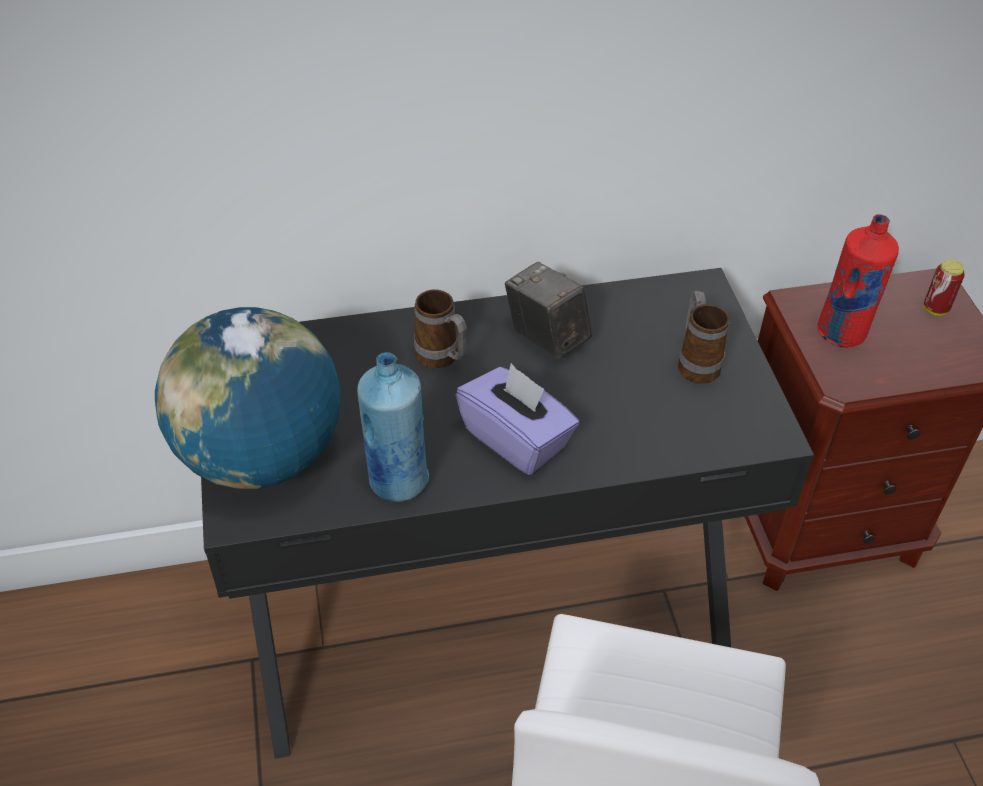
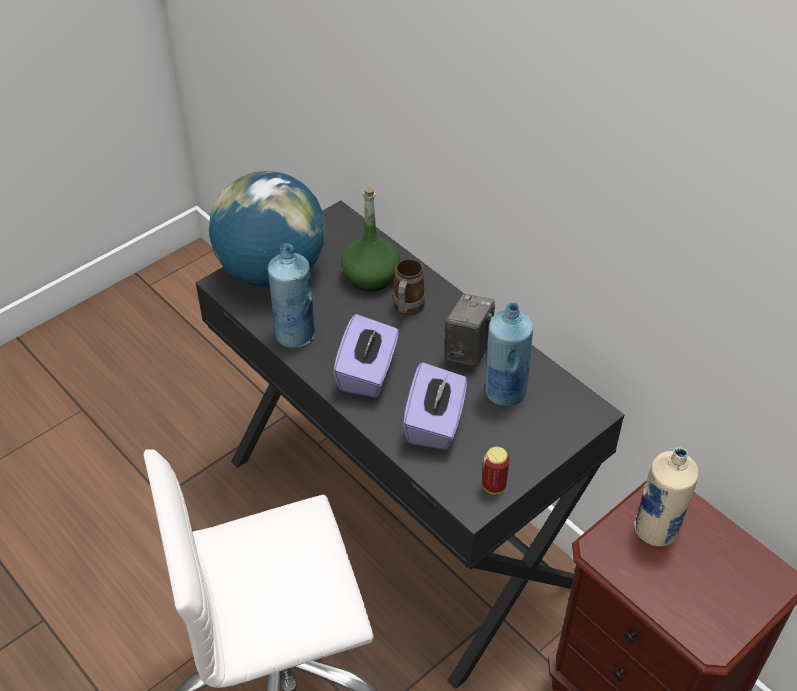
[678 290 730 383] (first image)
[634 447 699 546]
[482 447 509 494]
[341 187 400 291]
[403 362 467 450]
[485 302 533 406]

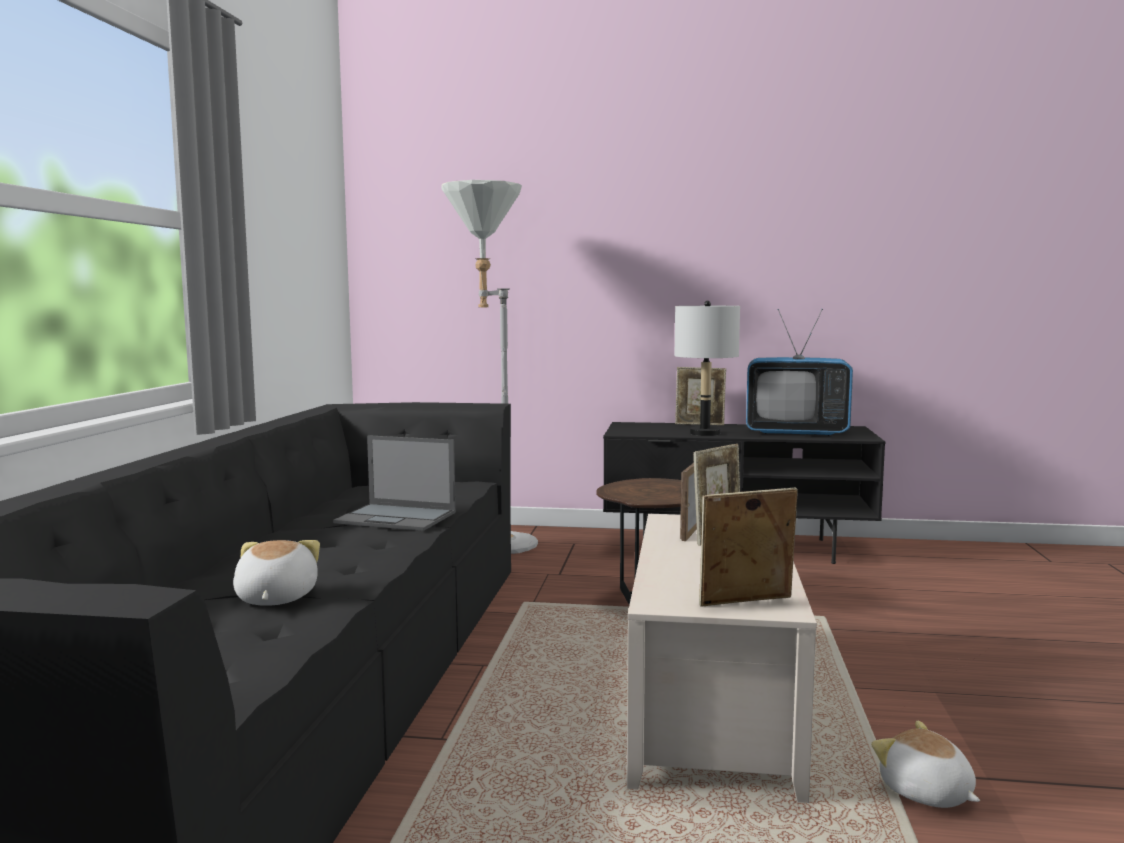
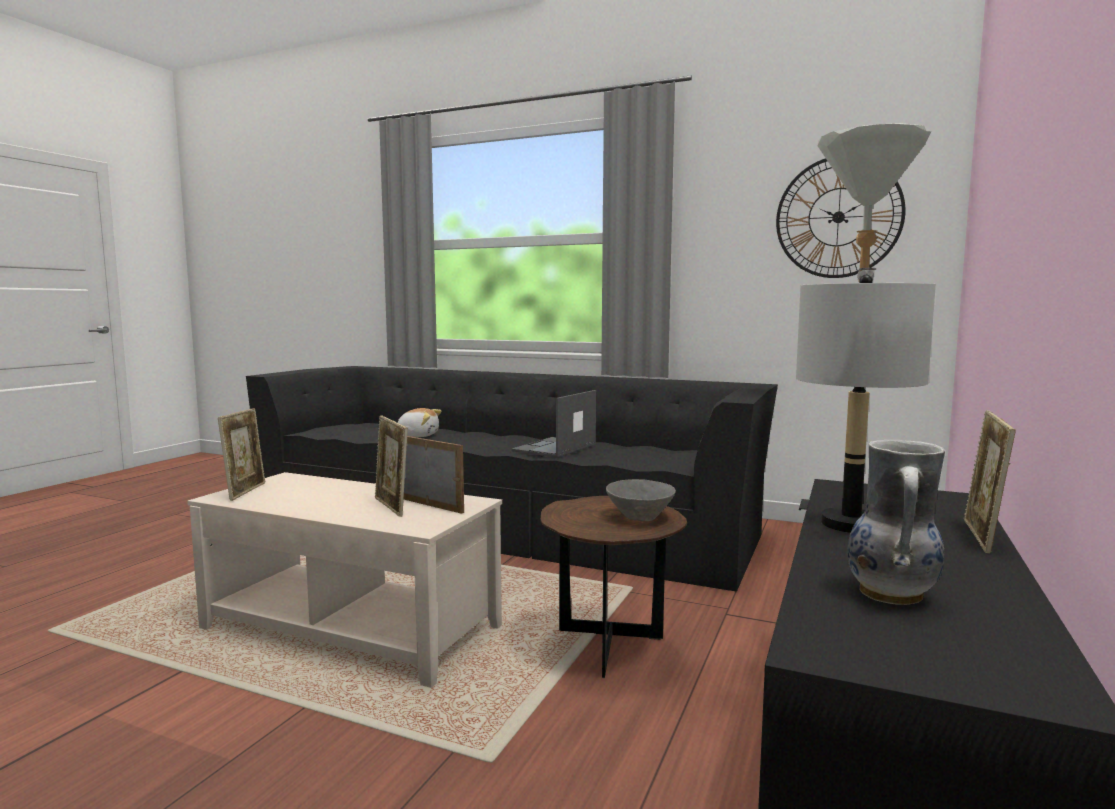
[847 440 945 605]
[871 721 980 808] (first image)
[606 479 676 521]
[776 158 906 278]

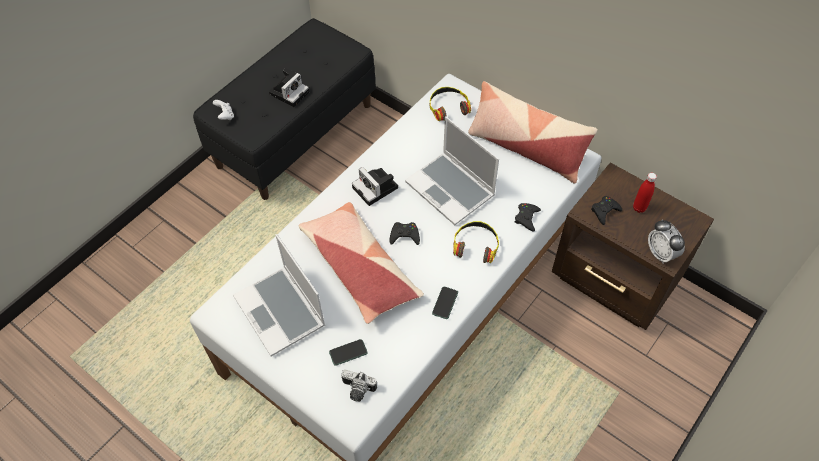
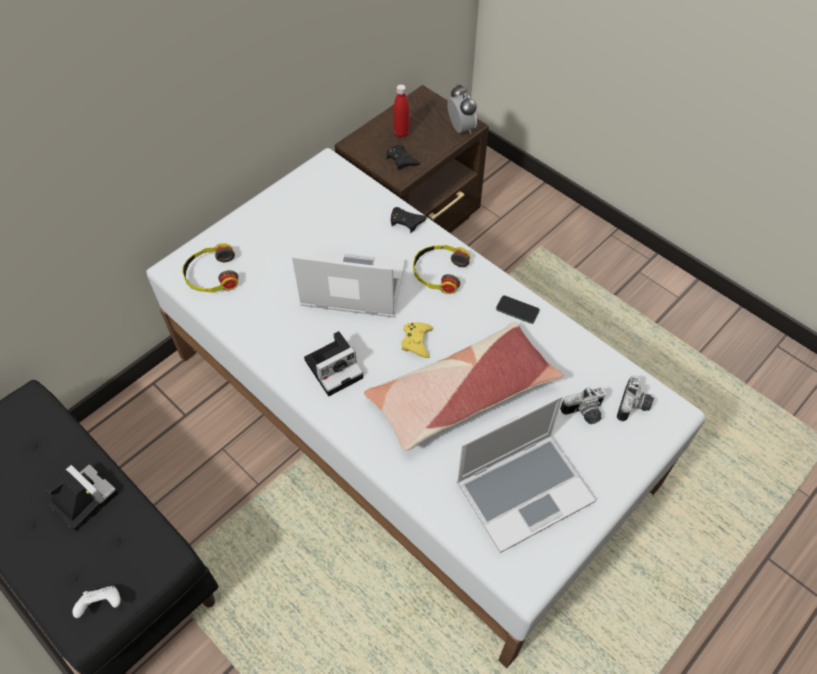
[560 387 606 424]
[401 323 433 358]
[292 249 405 317]
[468 81 598 183] (first image)
[447 85 477 134]

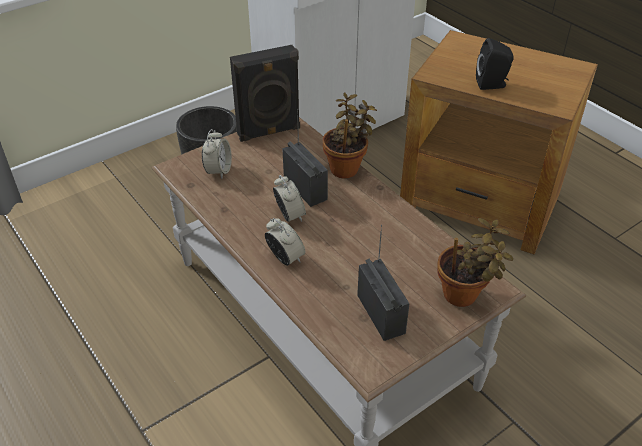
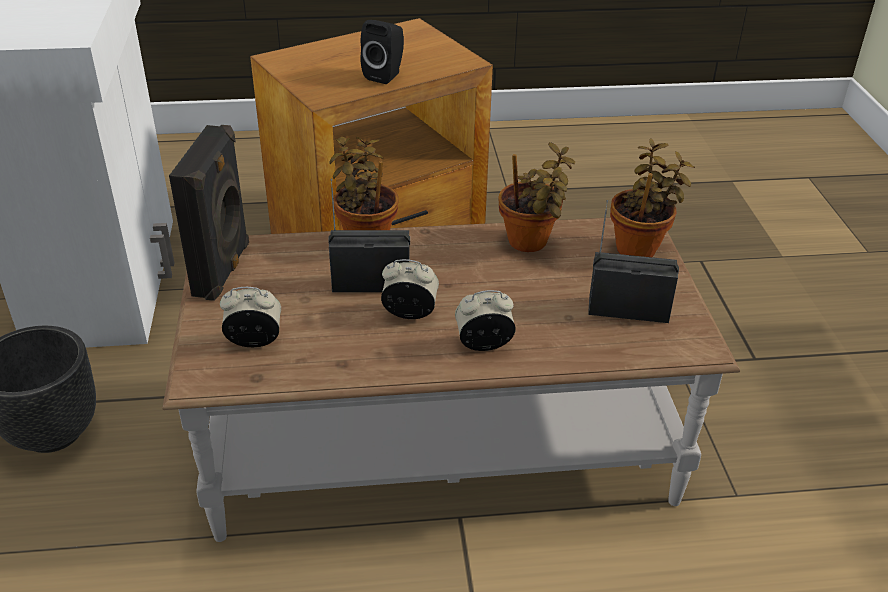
[220 287 281 347]
[498 142 575 252]

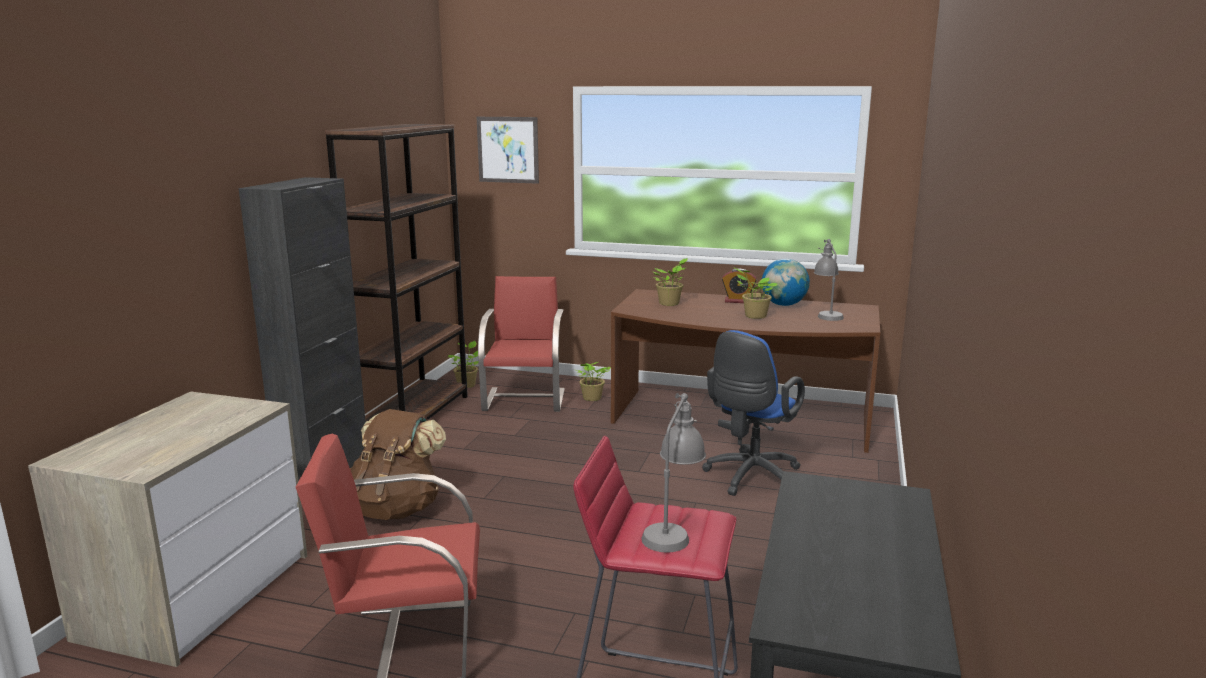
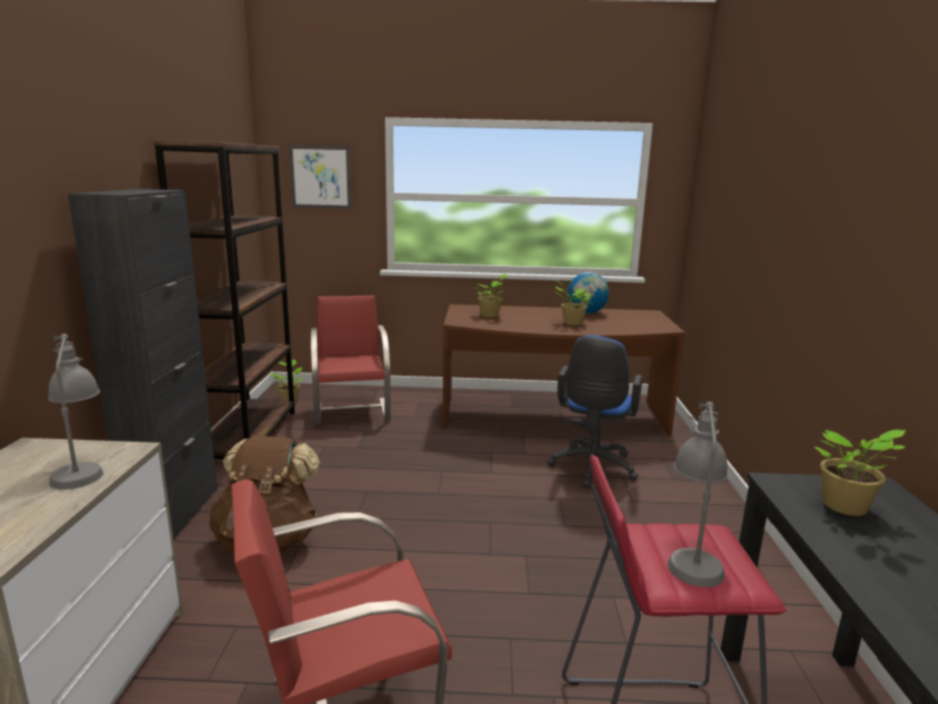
[814 429 906 516]
[722 269 757 303] (first image)
[48 334 104 490]

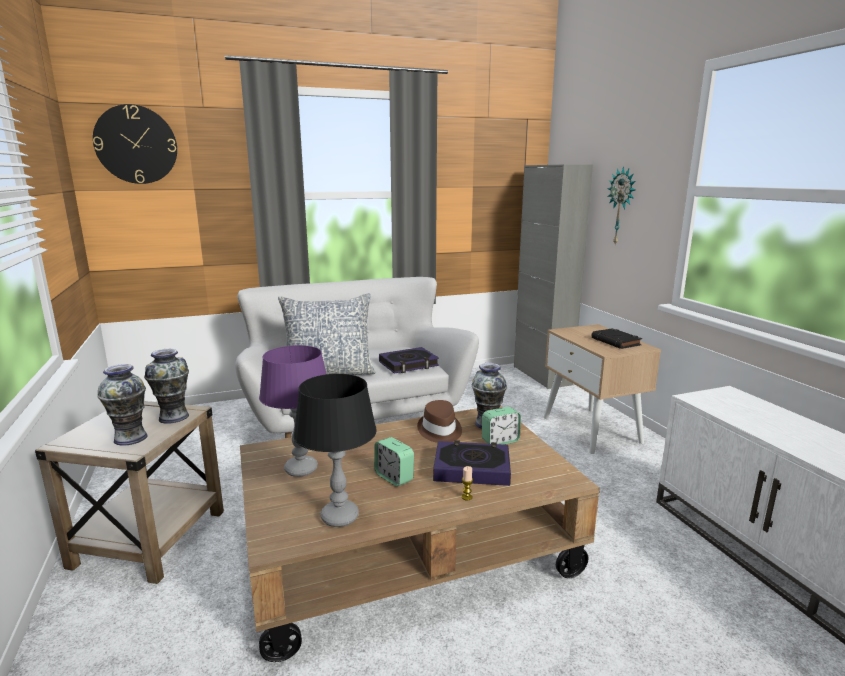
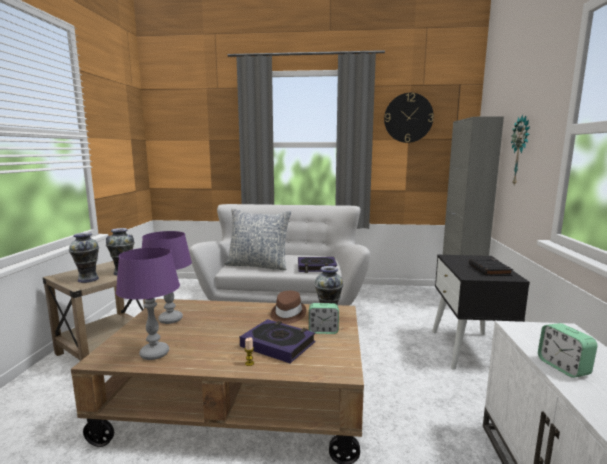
[384 93 434 143]
[116 247 180 360]
[538 323 598 378]
[432 255 530 370]

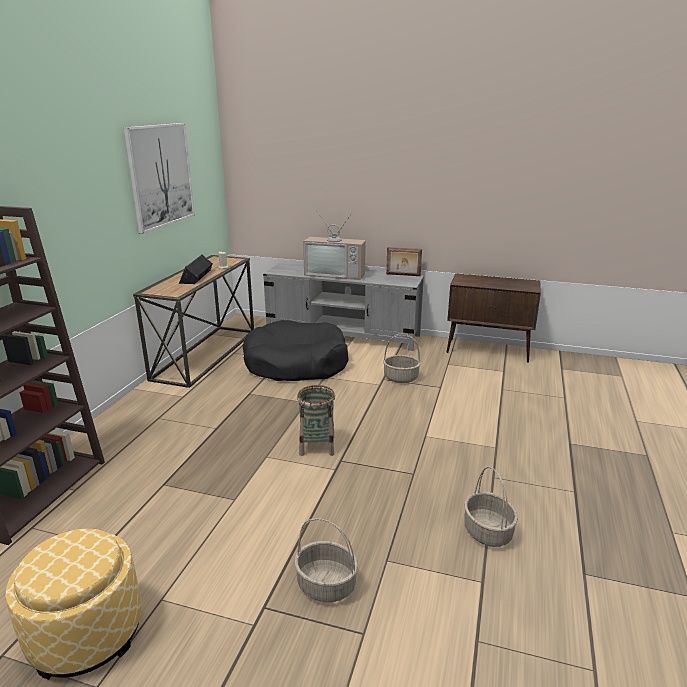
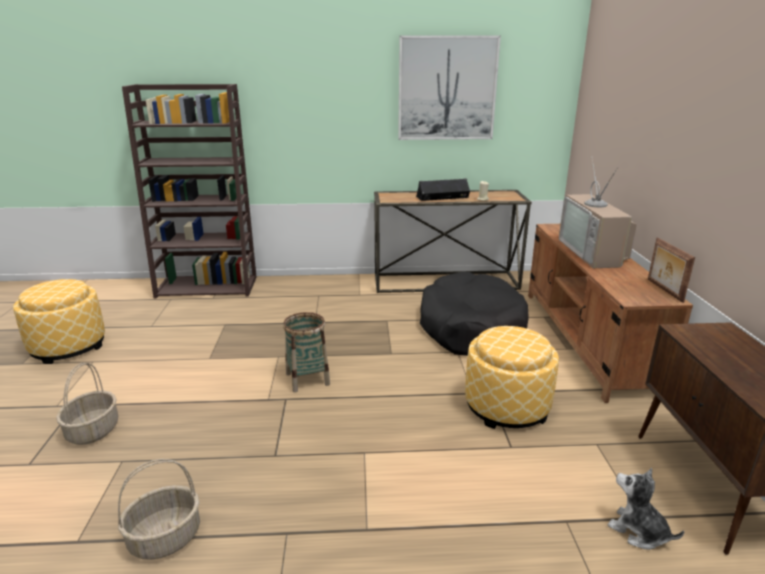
[528 224 693 403]
[465 326 559 429]
[608 468 684 550]

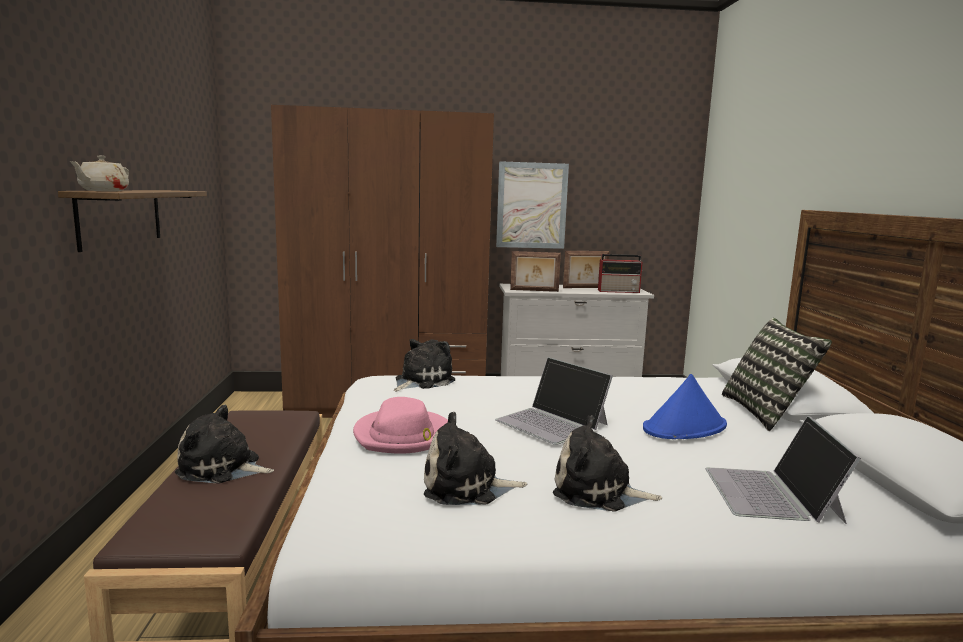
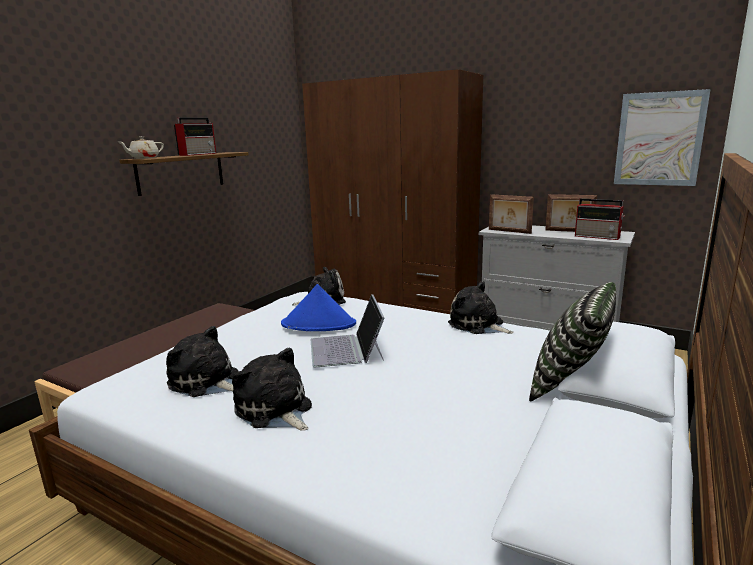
[448 281 514 334]
[353 397 448 454] (first image)
[614 89 711 186]
[281 284 356 331]
[706 416 861 524] (first image)
[174 118 216 156]

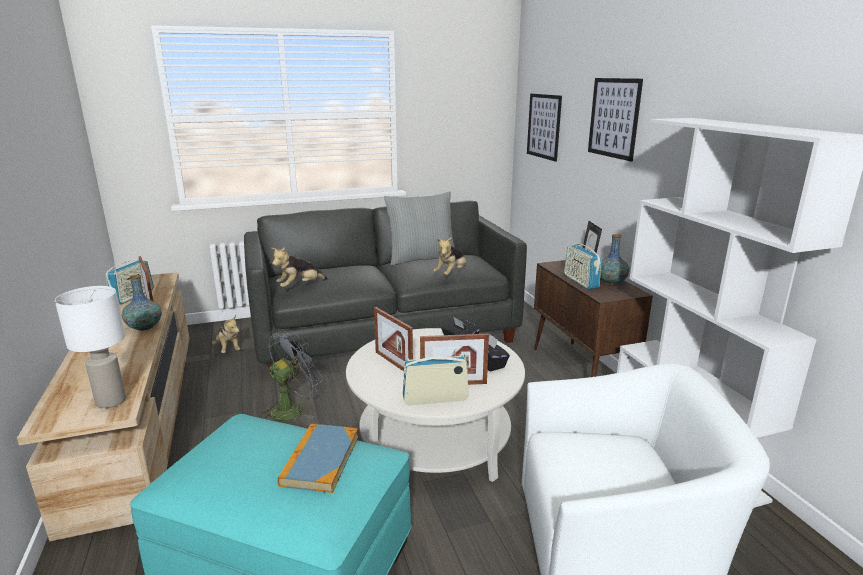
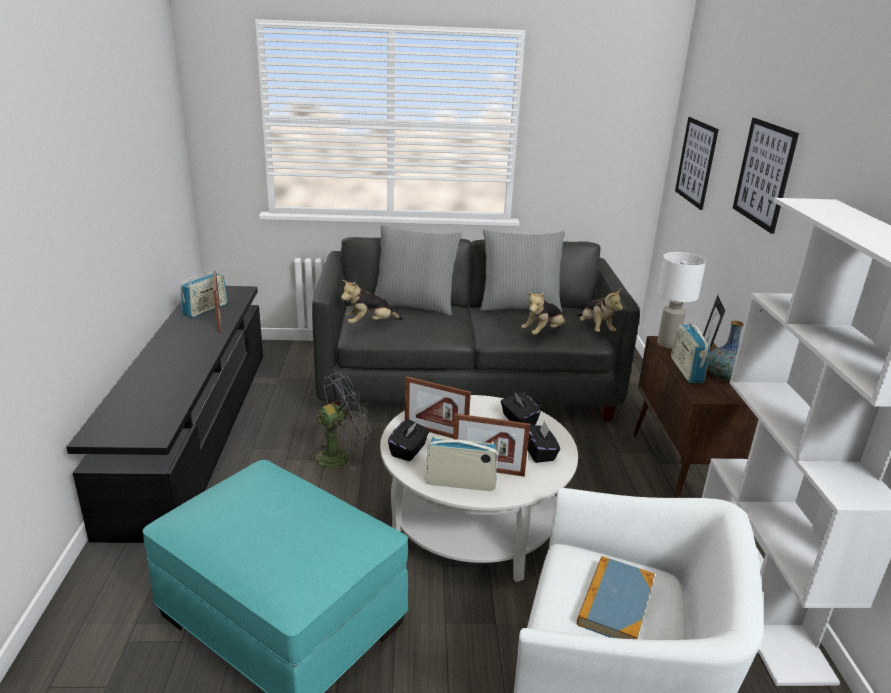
[66 286 263 543]
[657 252 706 349]
[122 275 161 331] (first image)
[577 289 623 332]
[577 556 655 639]
[405 376 471 438]
[374 225 462 316]
[388 419 429 461]

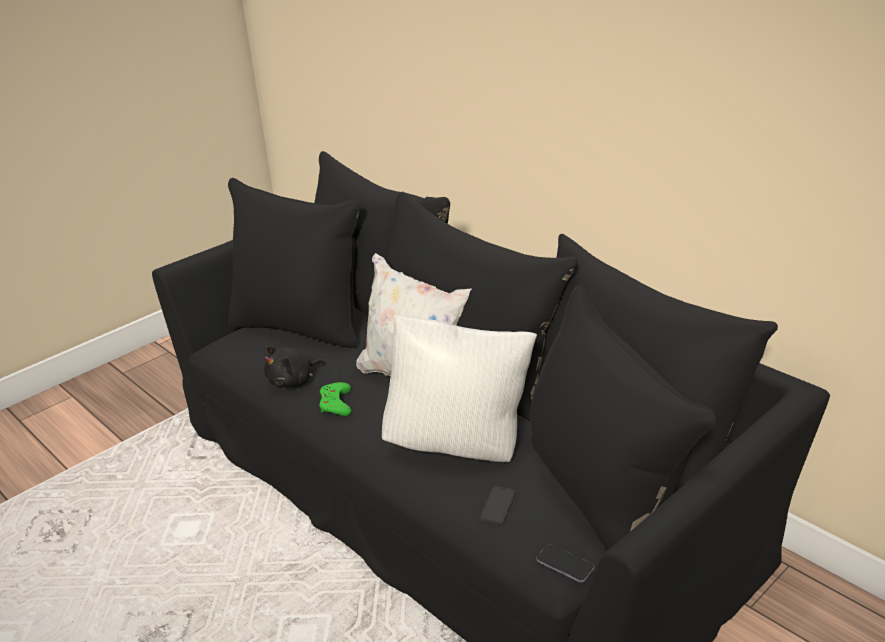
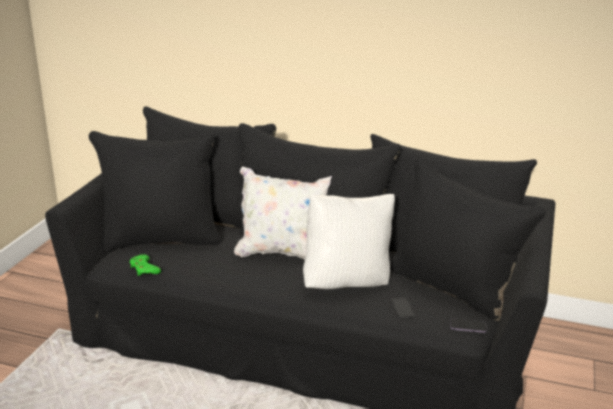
[264 346 325 387] (first image)
[130 254 161 276]

